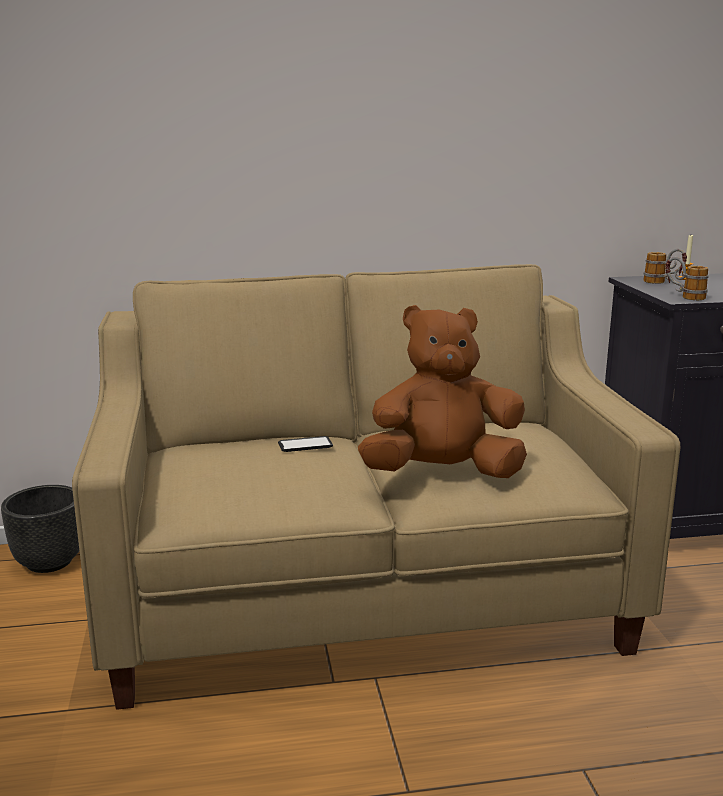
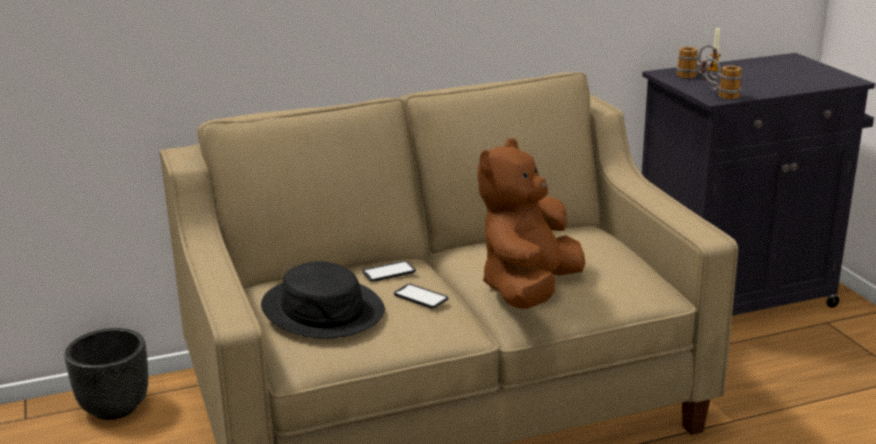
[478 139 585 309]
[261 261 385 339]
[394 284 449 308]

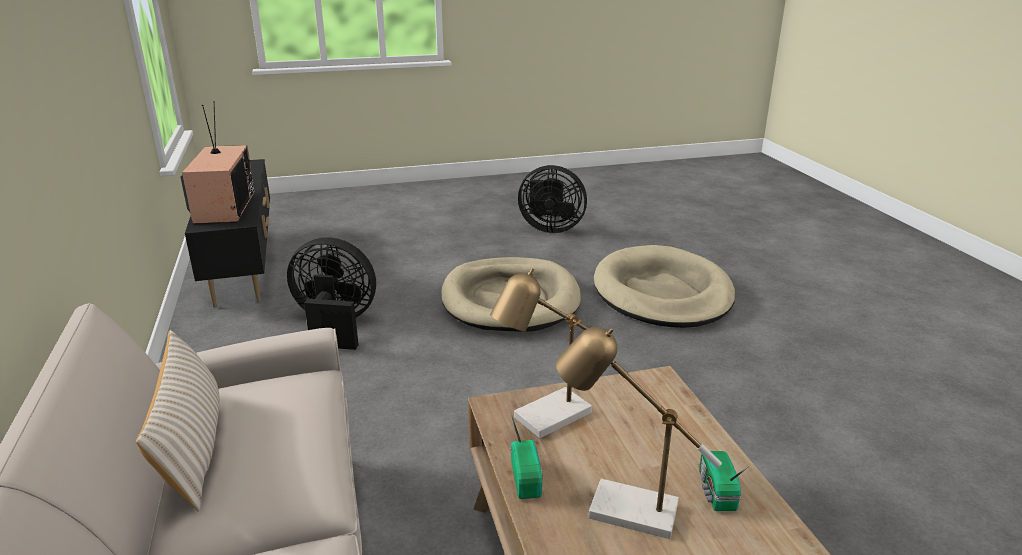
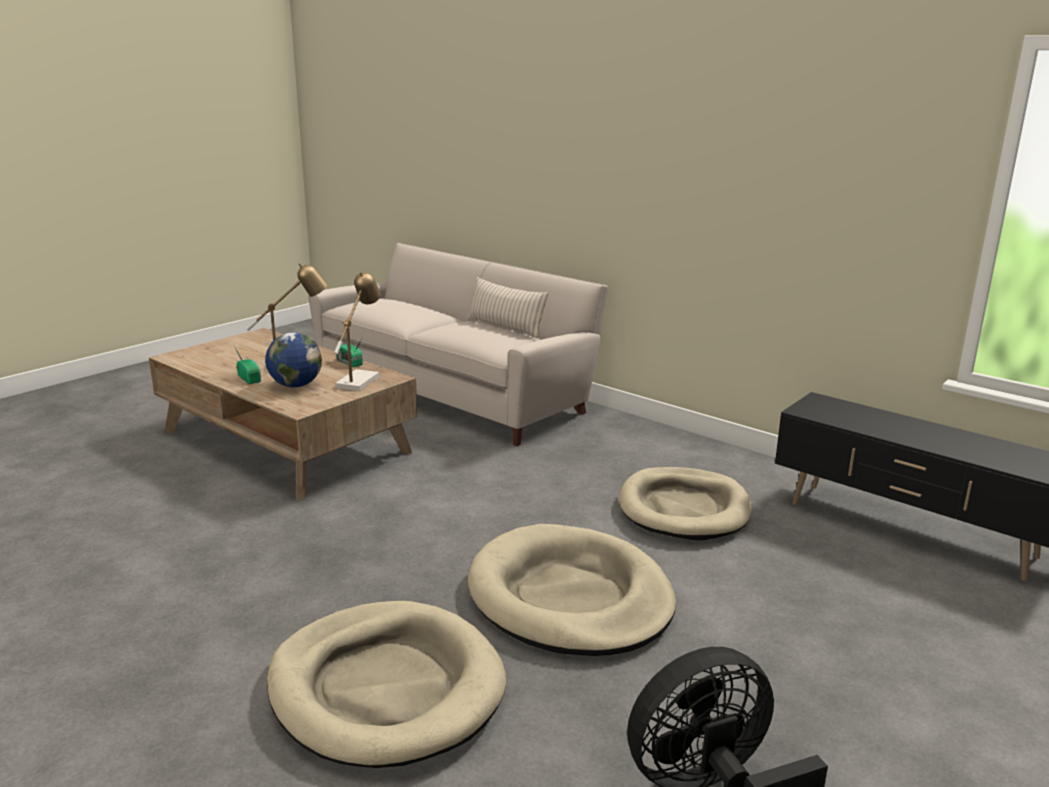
[180 101 255 224] (first image)
[619 467 752 540]
[265 332 322 387]

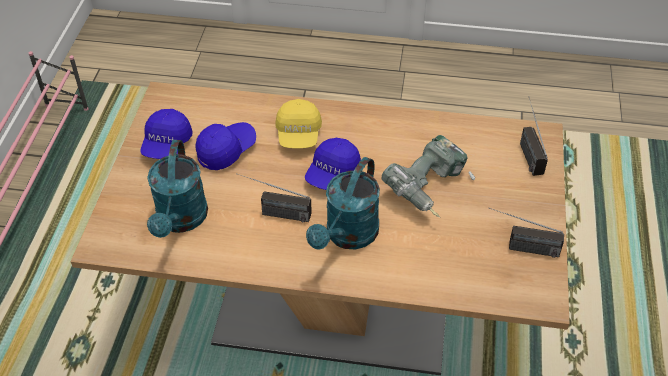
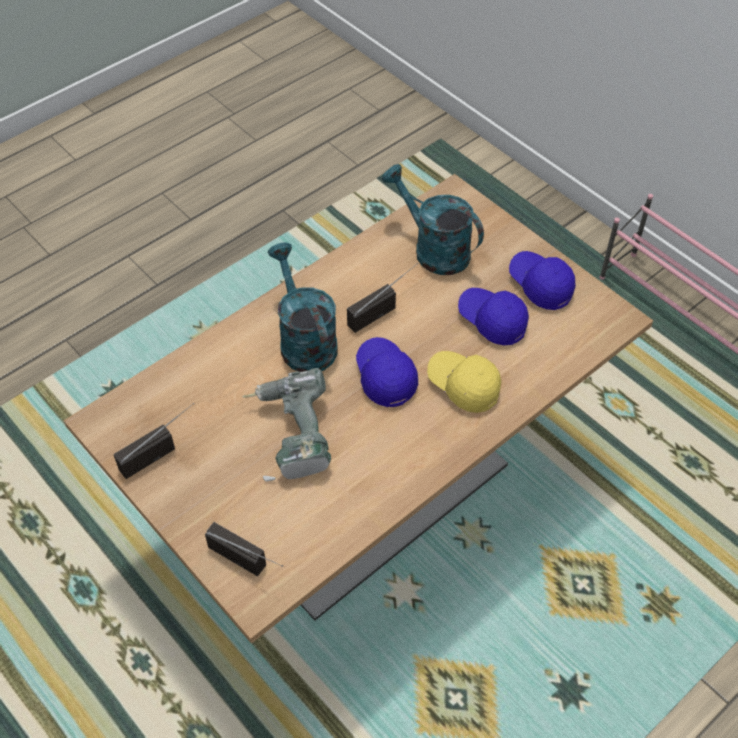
[458 288 529 345]

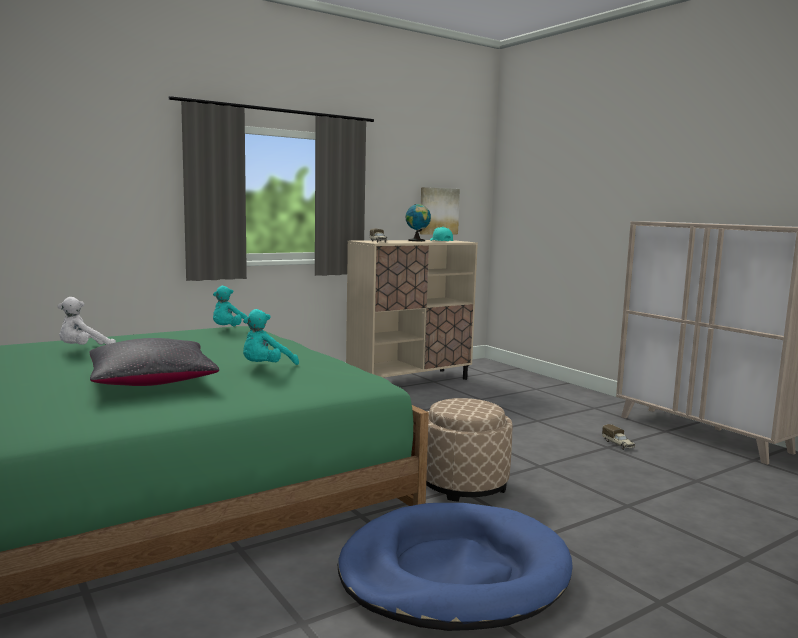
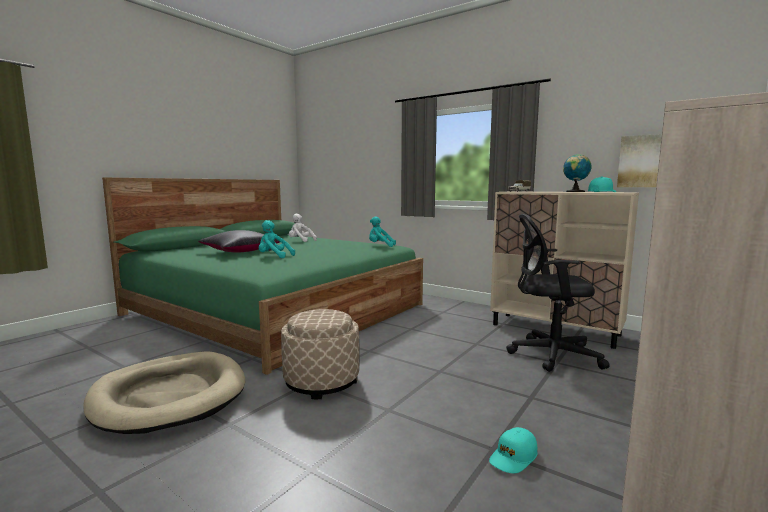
[83 351 245 434]
[489 427 538 473]
[506 214 610 372]

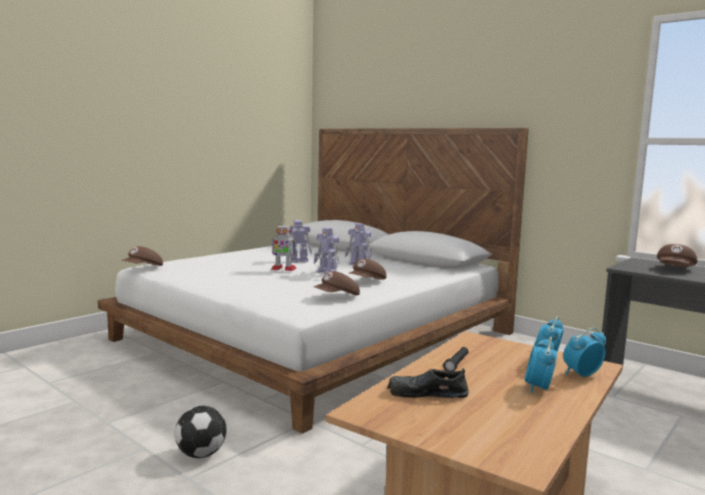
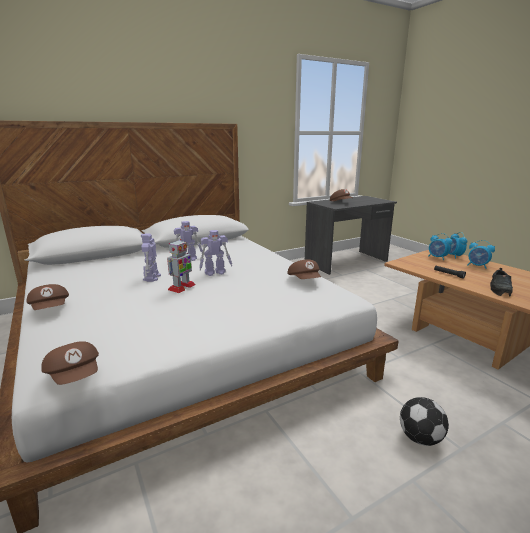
[27 284 69 310]

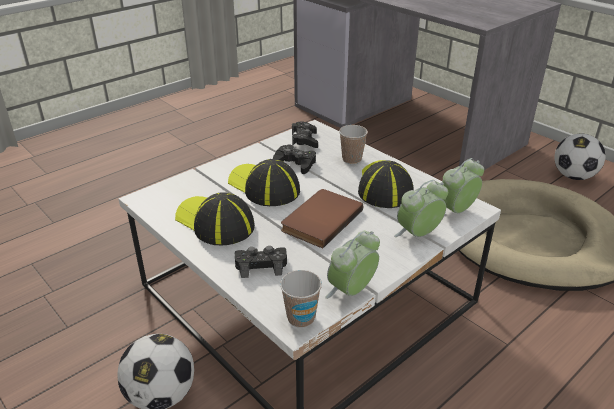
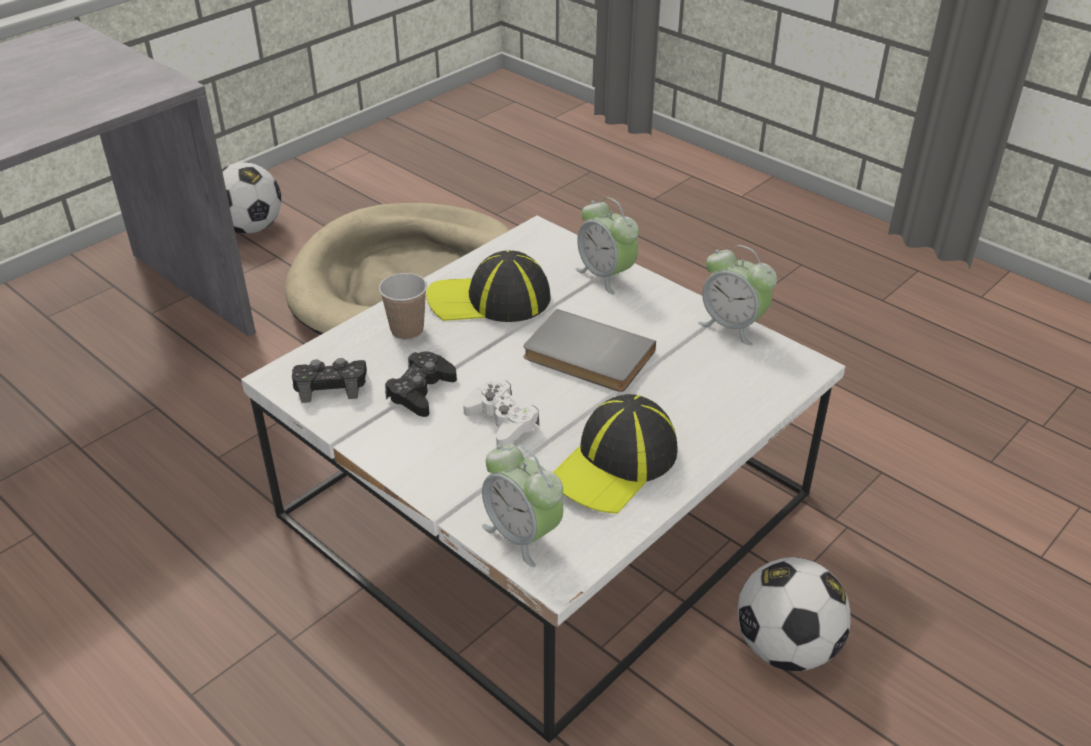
[463 380 539 446]
[235 246 287 278] (first image)
[280 270 322 328] (first image)
[523 309 656 392]
[482 444 563 567]

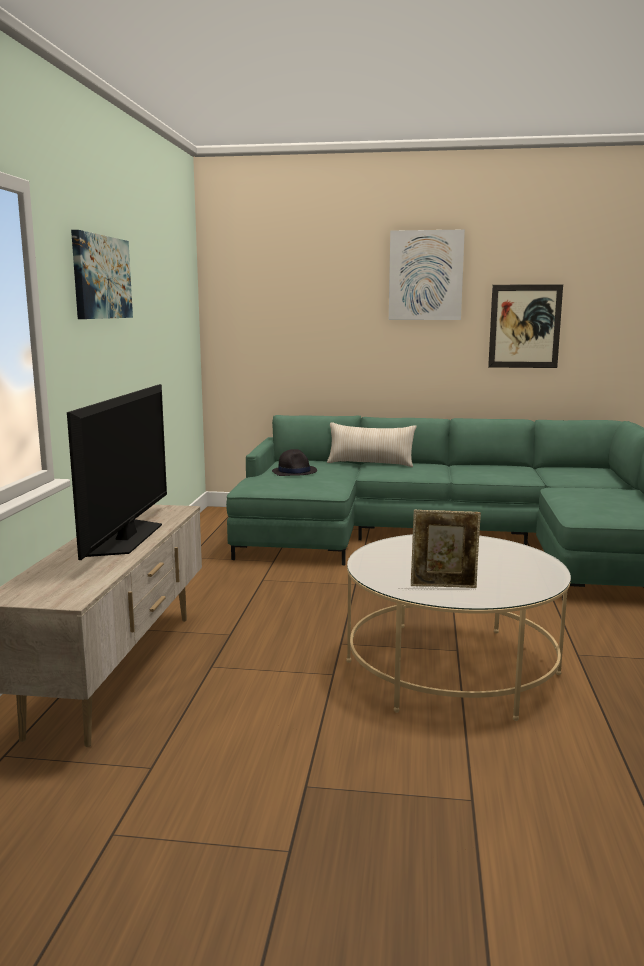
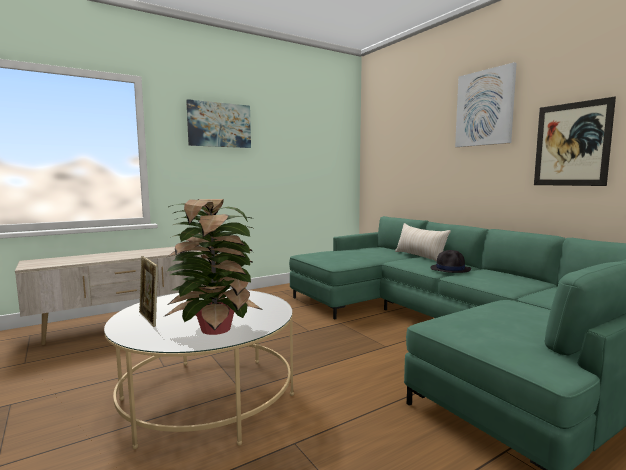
[67 384 167 560] (first image)
[431 250 471 273]
[163 199 262 335]

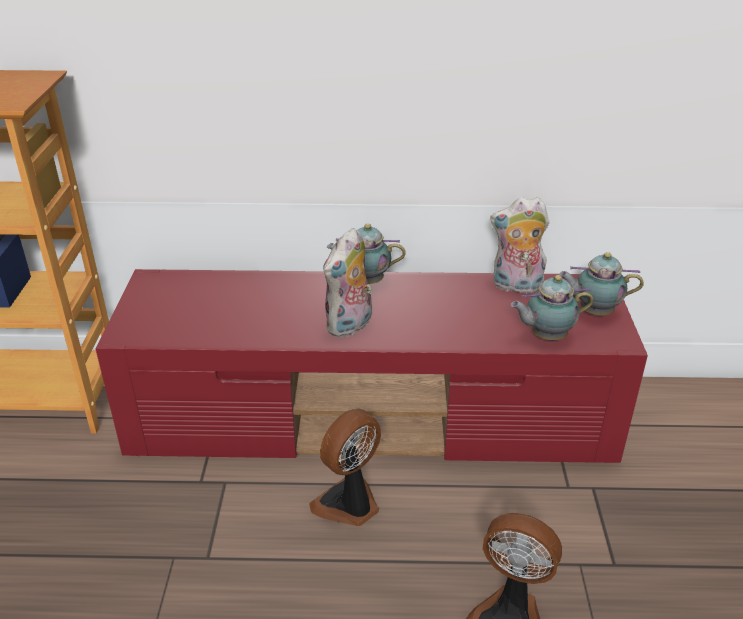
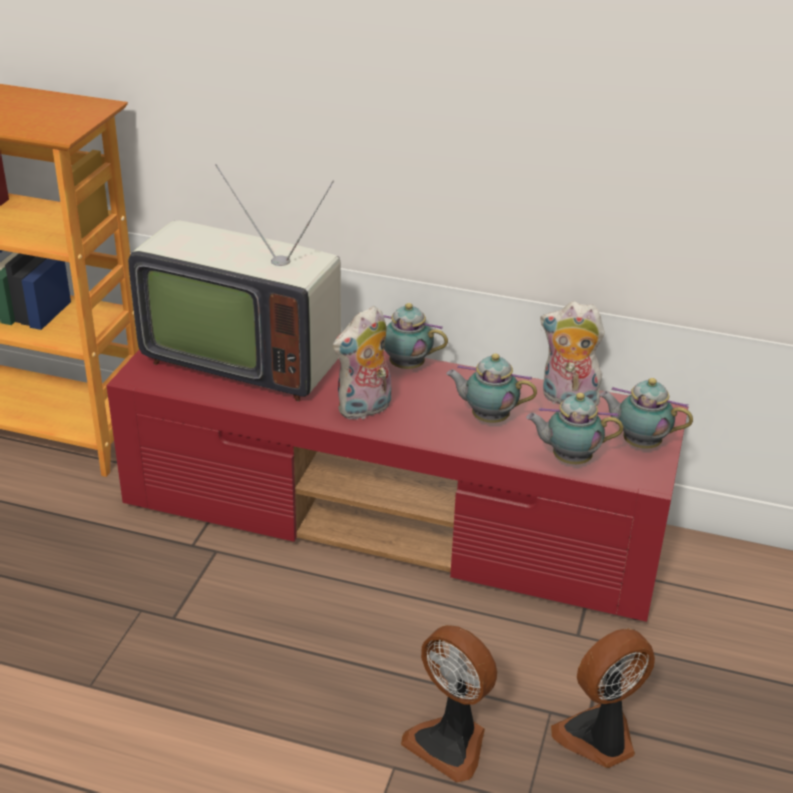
[551 628 655 768]
[128 164 341 401]
[446 353 537 423]

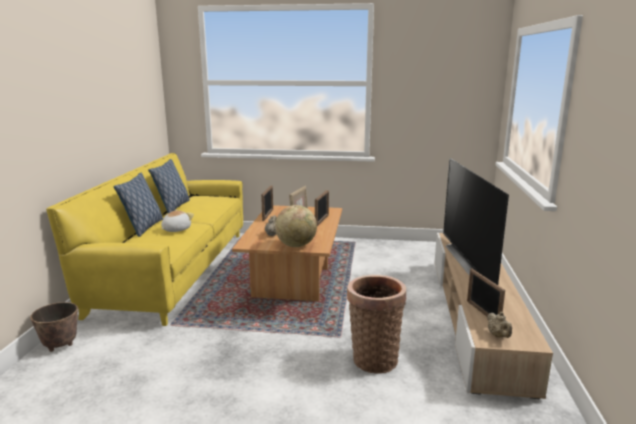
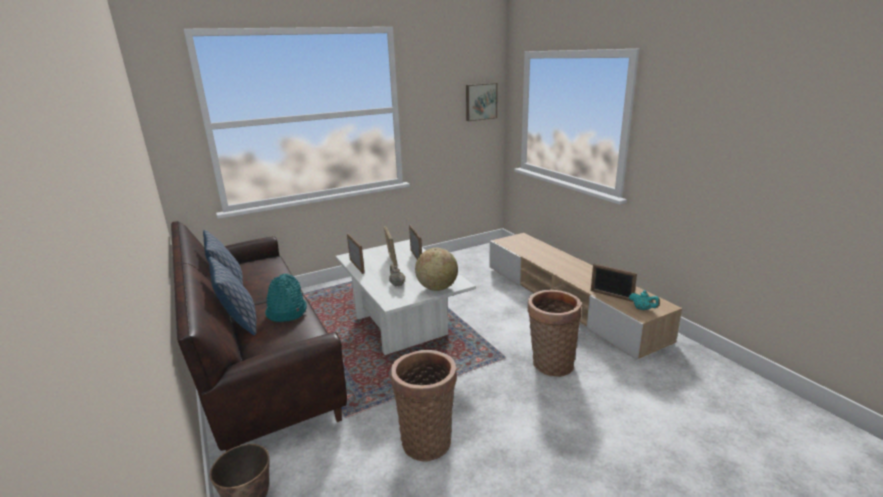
[171 221 347 452]
[265 273 307 322]
[335 240 476 355]
[443 158 509 285] (first image)
[629 290 660 310]
[391 350 457 462]
[466 83 498 121]

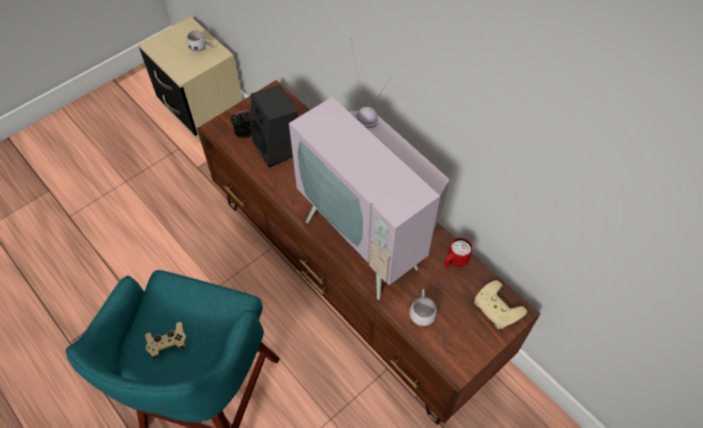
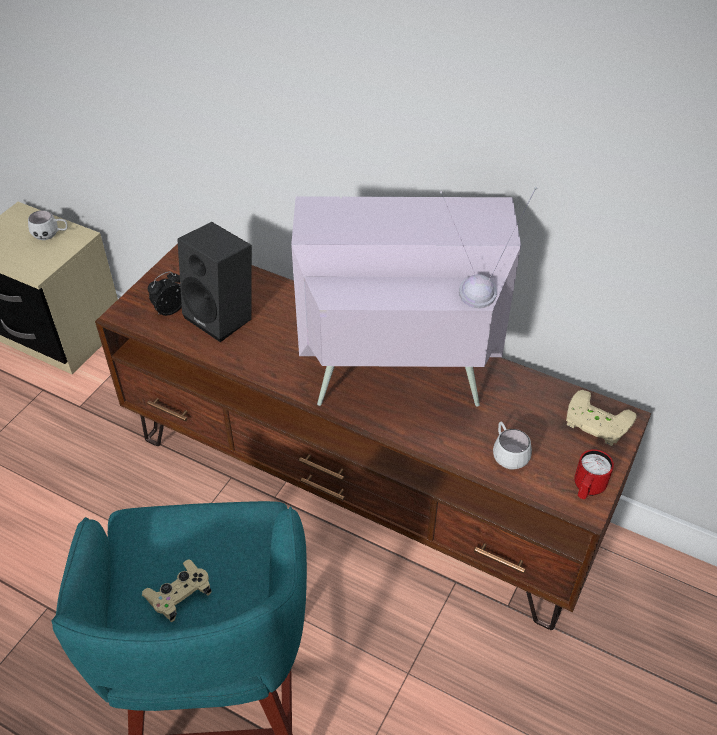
[291 187 537 407]
[574 449 614 499]

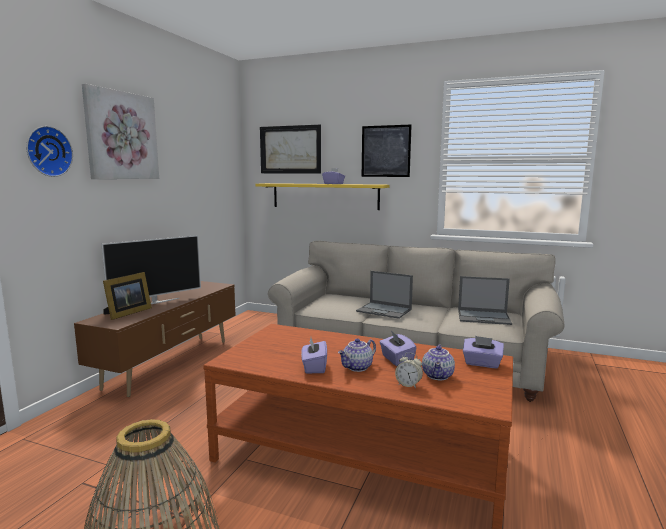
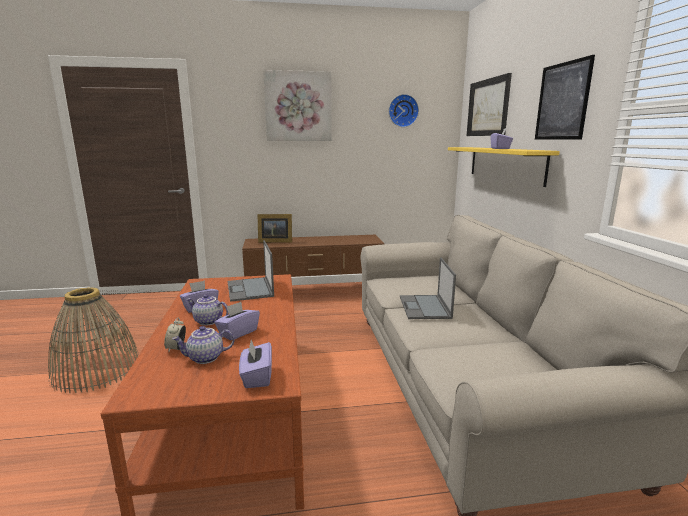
[389 94 419 127]
[101 235 201 304] (first image)
[228 240 274 302]

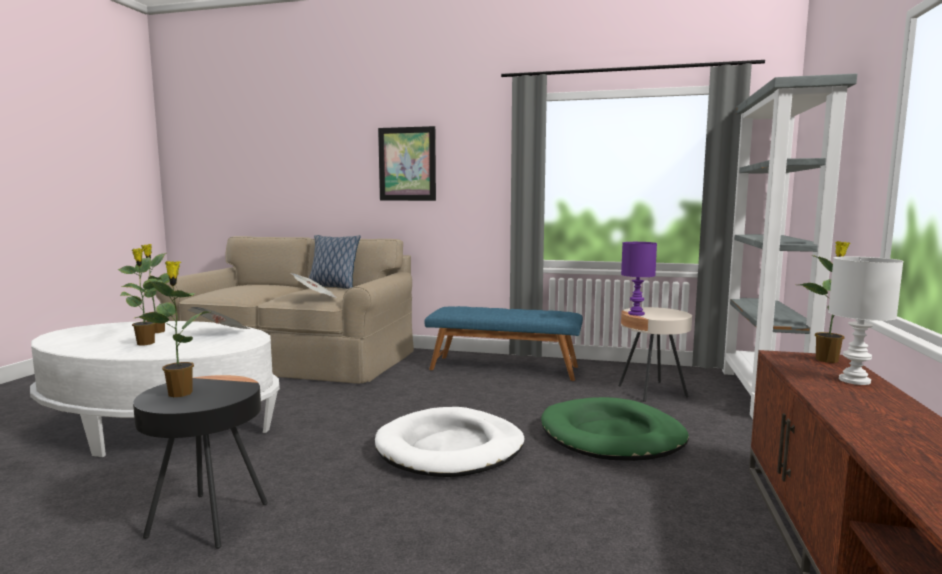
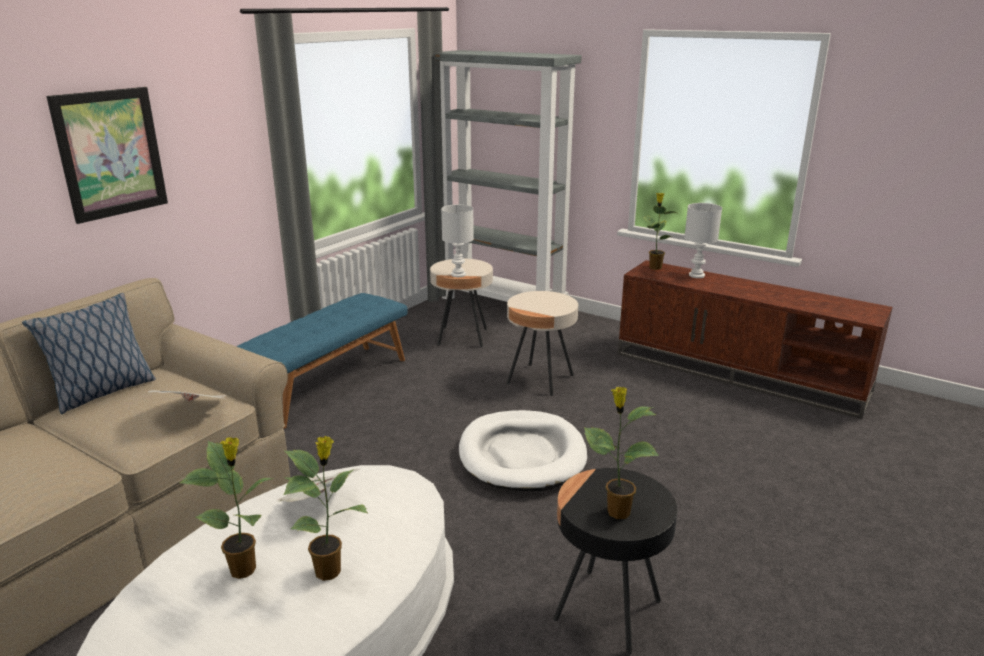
[507 291 578 396]
[441 205 474 277]

